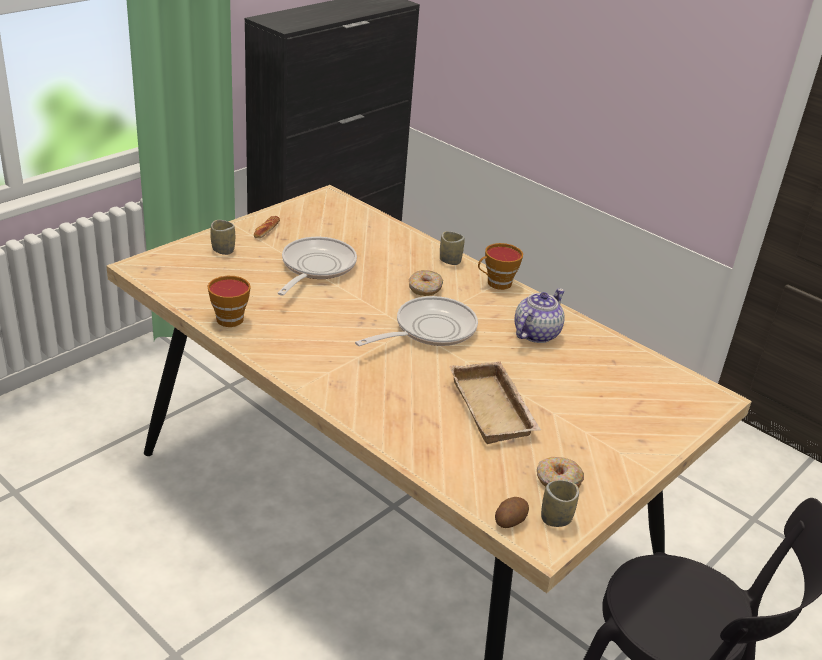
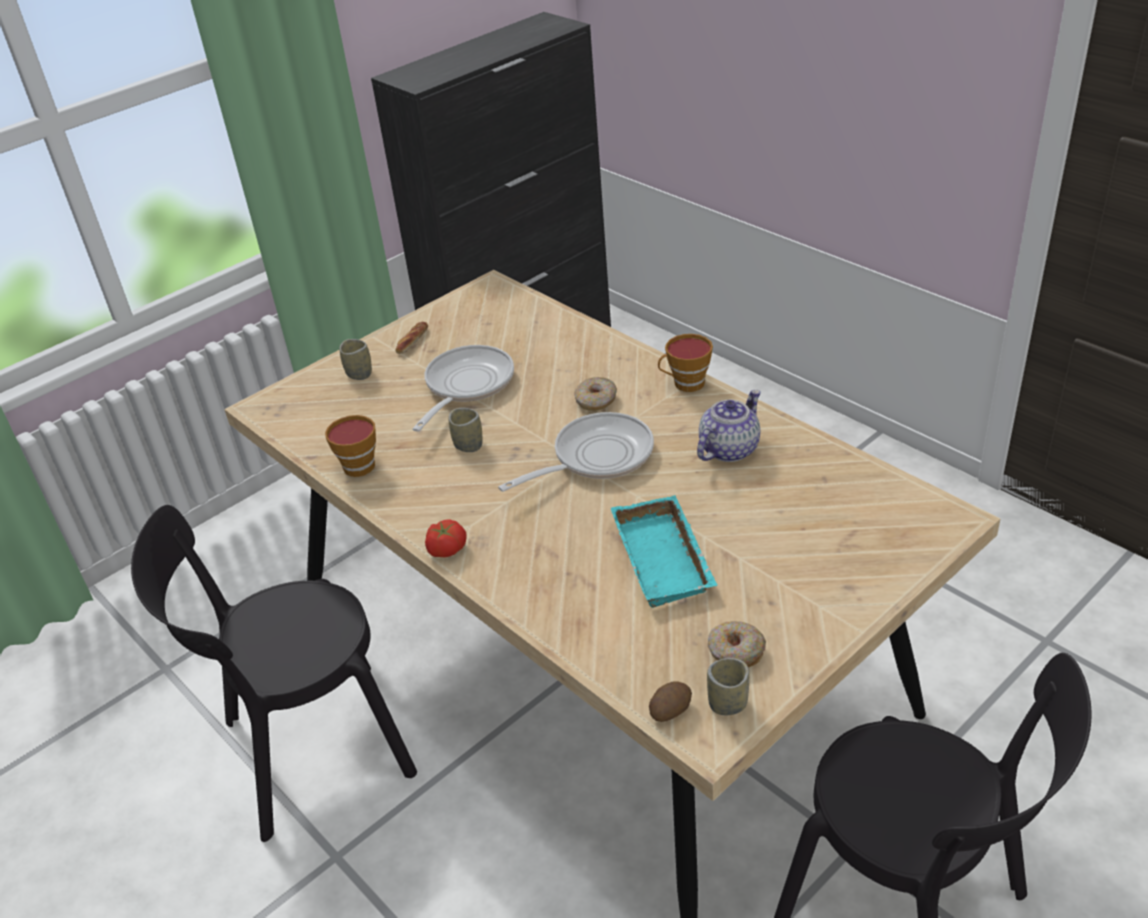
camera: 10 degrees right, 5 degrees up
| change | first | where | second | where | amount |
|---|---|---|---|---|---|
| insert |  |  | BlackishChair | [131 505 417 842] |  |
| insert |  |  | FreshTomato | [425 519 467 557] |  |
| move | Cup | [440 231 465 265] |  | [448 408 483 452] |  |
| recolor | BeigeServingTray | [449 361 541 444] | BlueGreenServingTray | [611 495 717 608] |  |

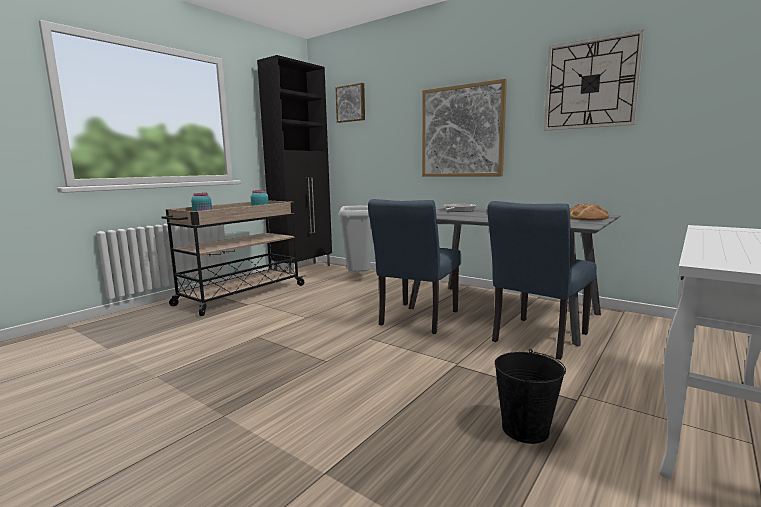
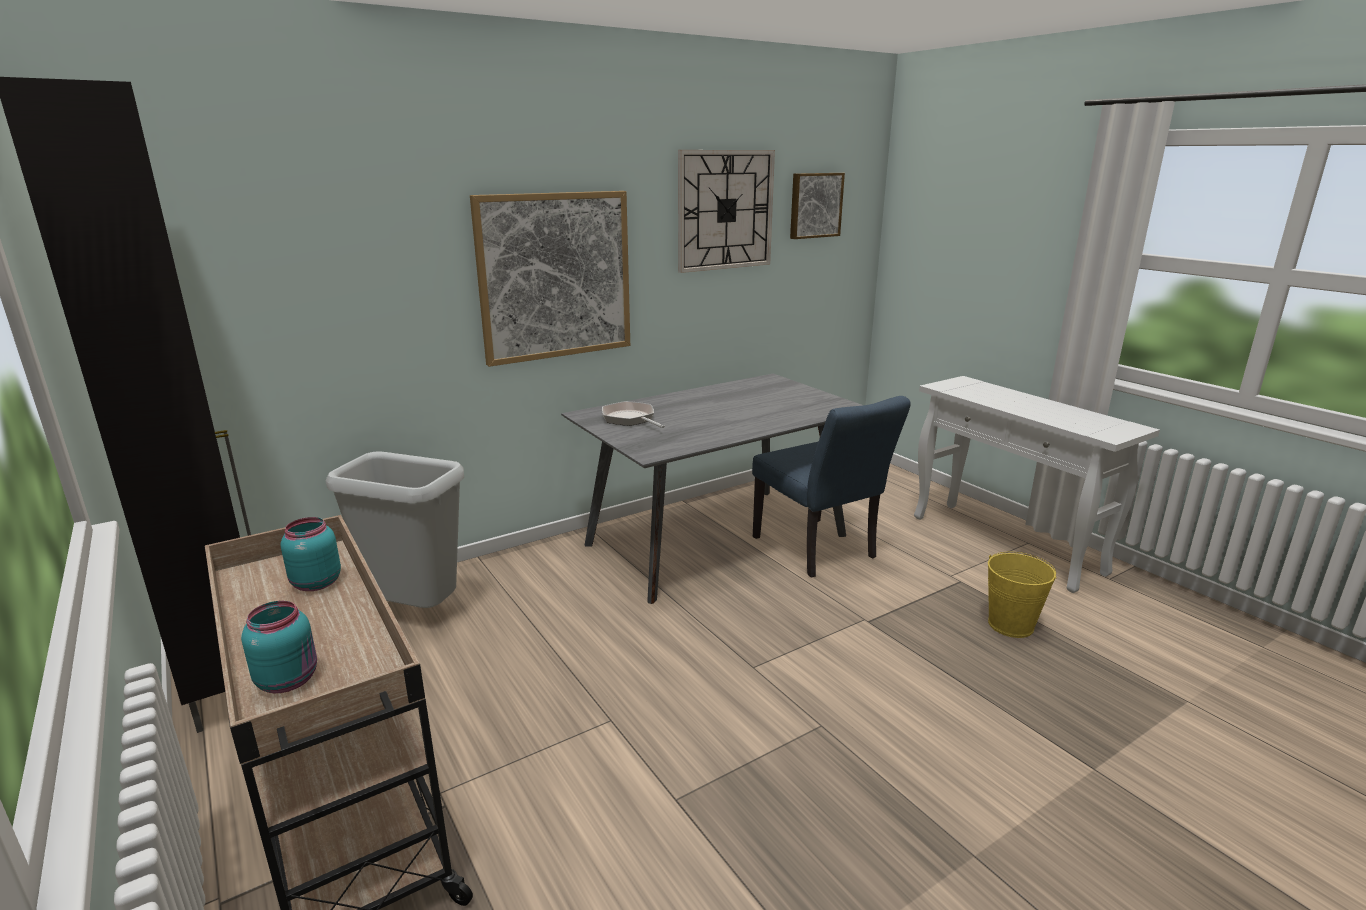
camera: 70 degrees left, 10 degrees up
| change | first | where | second | where | amount |
|---|---|---|---|---|---|
| delete | BlueChair | [368 199 461 334] |  |  |  |
| delete | BakeryBread | [570 203 609 220] |  |  |  |
| move | WallArt | [335 83 365 123] |  | [790 173 845 239] |  |
| recolor | BlackishBucket | [495 349 566 444] | YellowBucket | [988 552 1056 638] |  |

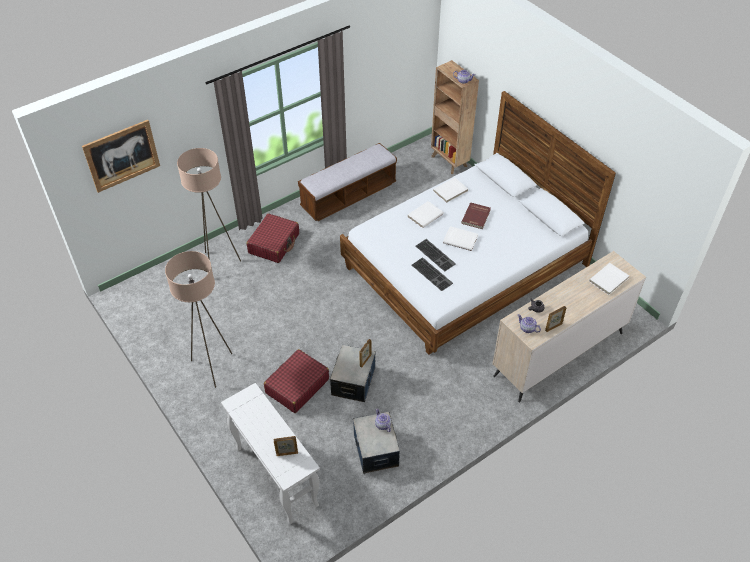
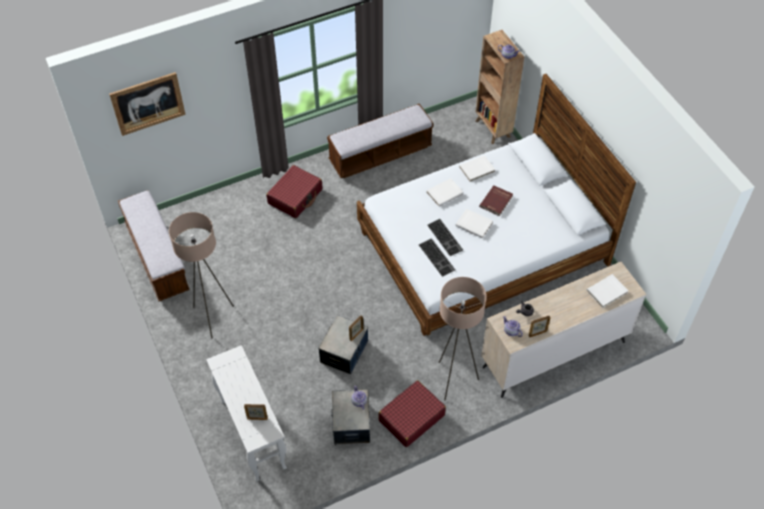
camera: 10 degrees right, 5 degrees up
| change | first | where | second | where | amount |
|---|---|---|---|---|---|
| insert |  |  | LongSeat | [118 190 190 301] |  |
| move | BeigeStandingLamp | [177 148 241 262] |  | [439 277 487 400] |  |
| move | RedTravelCase | [264 349 329 413] |  | [378 380 446 447] |  |

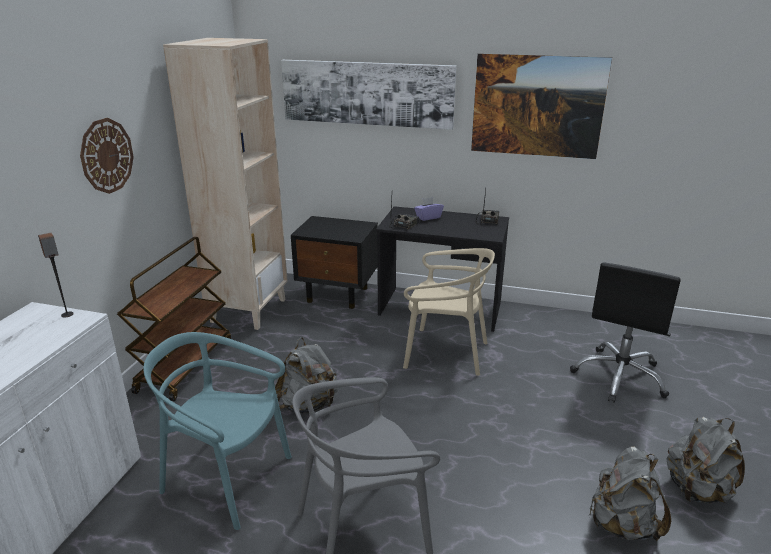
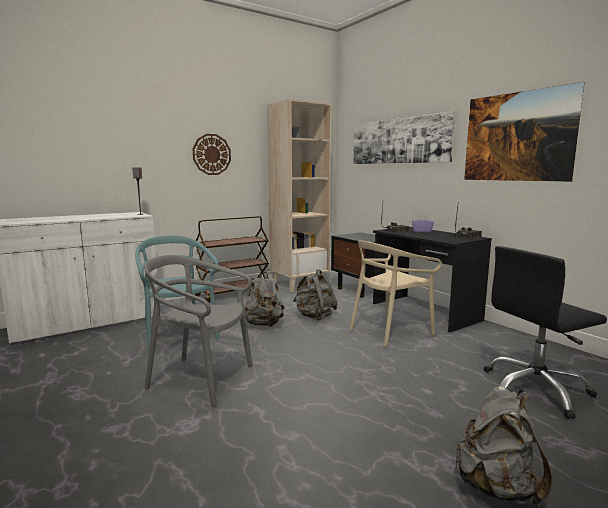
camera: 40 degrees right, 15 degrees down
| change | first | where | second | where | amount |
|---|---|---|---|---|---|
| move | GreyishRucksack | [588 446 671 541] |  | [293 269 338 321] |  |
| rotate | BeigeChair | [403 248 495 376] |  | [350 240 442 347] | 90 degrees clockwise |

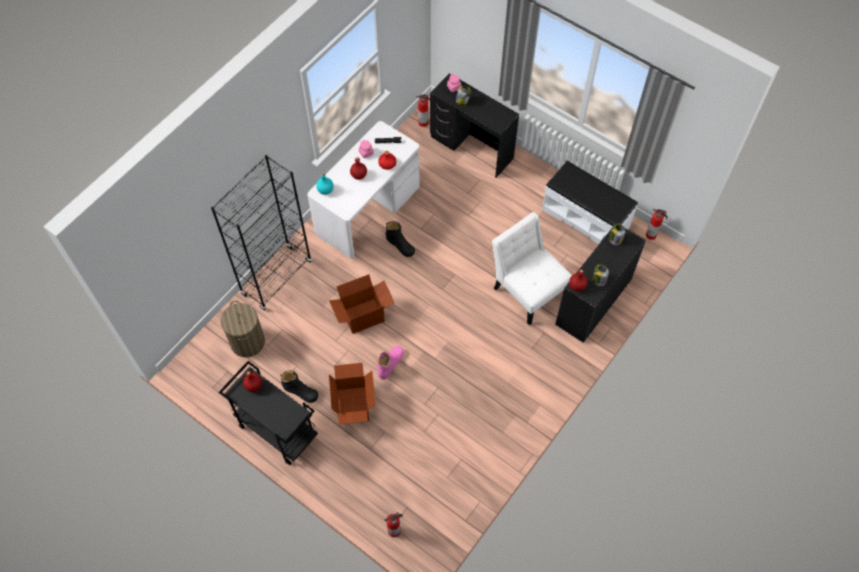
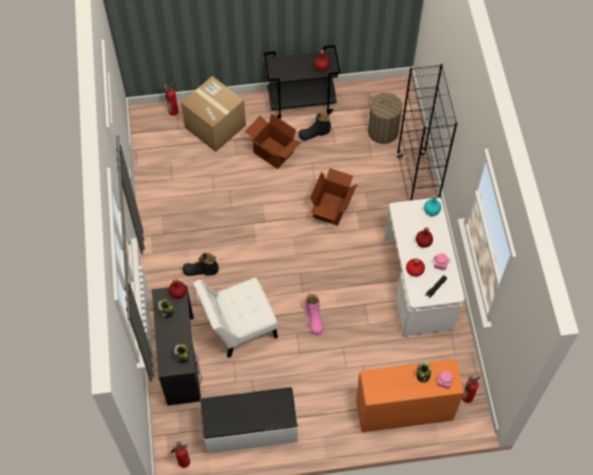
camera: 135 degrees right, 0 degrees up
| change | first | where | second | where | amount |
|---|---|---|---|---|---|
| insert |  |  | PackingBox | [181 76 246 152] |  |
| move | PinkColouredTallBoot | [377 346 404 380] |  | [305 293 324 335] |  |
| move | BlackishTallBoot | [386 221 415 257] |  | [182 253 219 276] |  |
| recolor | BlackishDeskTable | [430 73 519 178] | OrangeDeskTable | [356 359 464 432] |  |
| rotate | WhiteChair | [492 212 572 325] |  | [193 278 278 358] | 150 degrees clockwise |

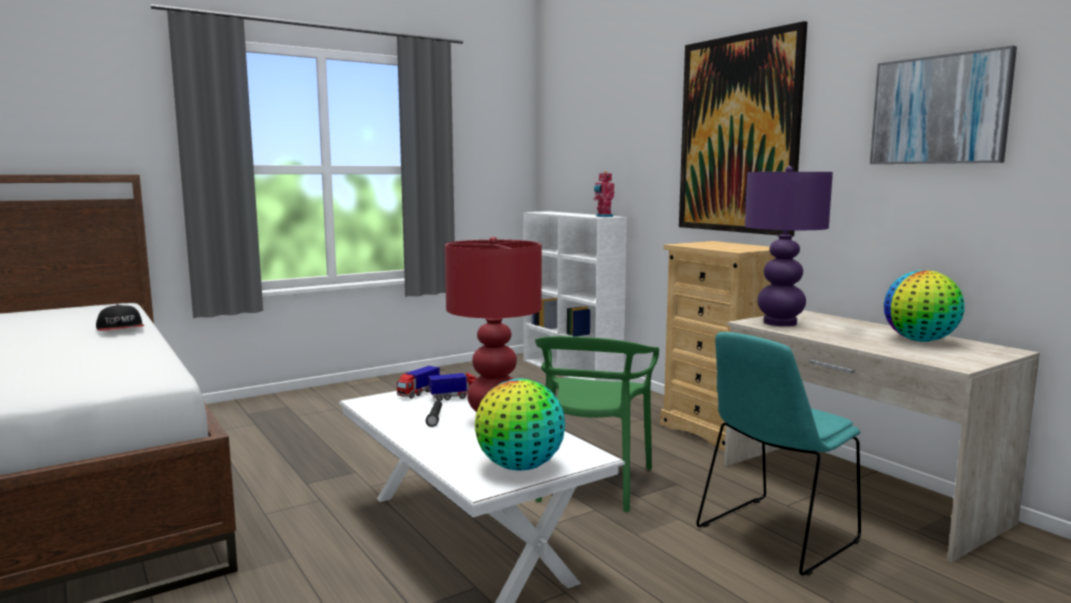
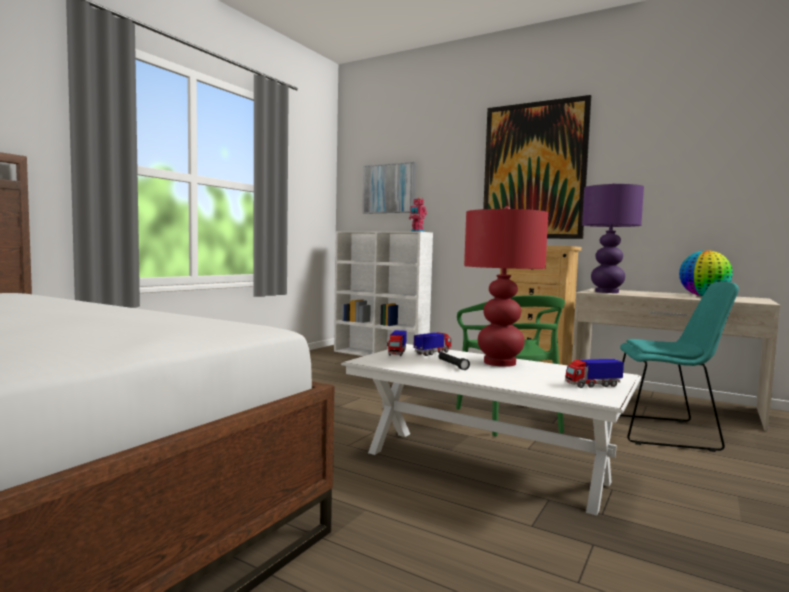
camera: 25 degrees left, 5 degrees down
| change | first | where | second | where | amount |
|---|---|---|---|---|---|
| delete | BaseballCap | [96 305 145 331] |  |  |  |
| move | WallArt | [870 46 1017 164] |  | [362 162 416 214] |  |
| replace | DeskGlobe | [475 379 565 470] | ToyTruck | [565 359 624 388] |  |
| rotate | BlueGreenChair | [696 332 861 576] |  | [619 281 739 452] | 105 degrees counterclockwise |

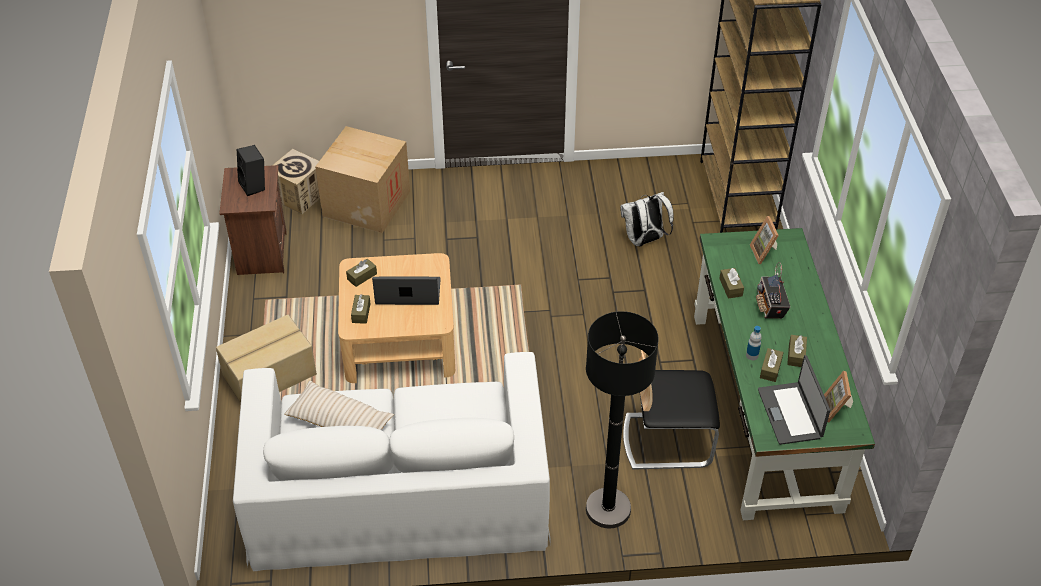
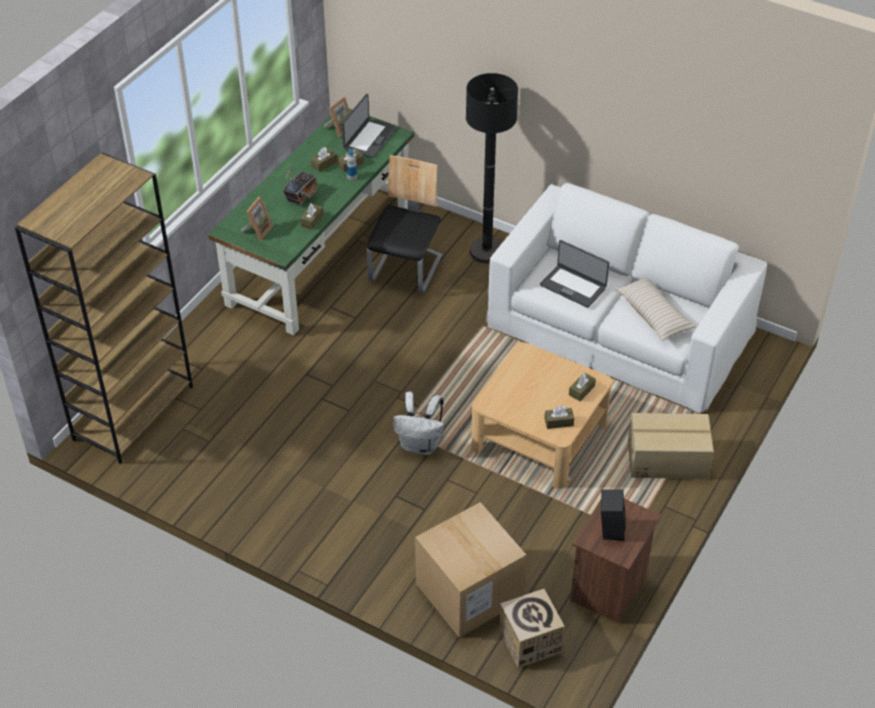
camera: 145 degrees left, 0 degrees up
| change | first | where | second | where | amount |
|---|---|---|---|---|---|
| move | NotebookComputer | [372 276 441 305] |  | [540 240 609 308] |  |
| move | WhiteRucksack | [621 192 674 247] |  | [393 392 444 455] |  |
| rotate | Chair | [623 350 720 470] |  | [367 155 443 293] | 105 degrees counterclockwise |

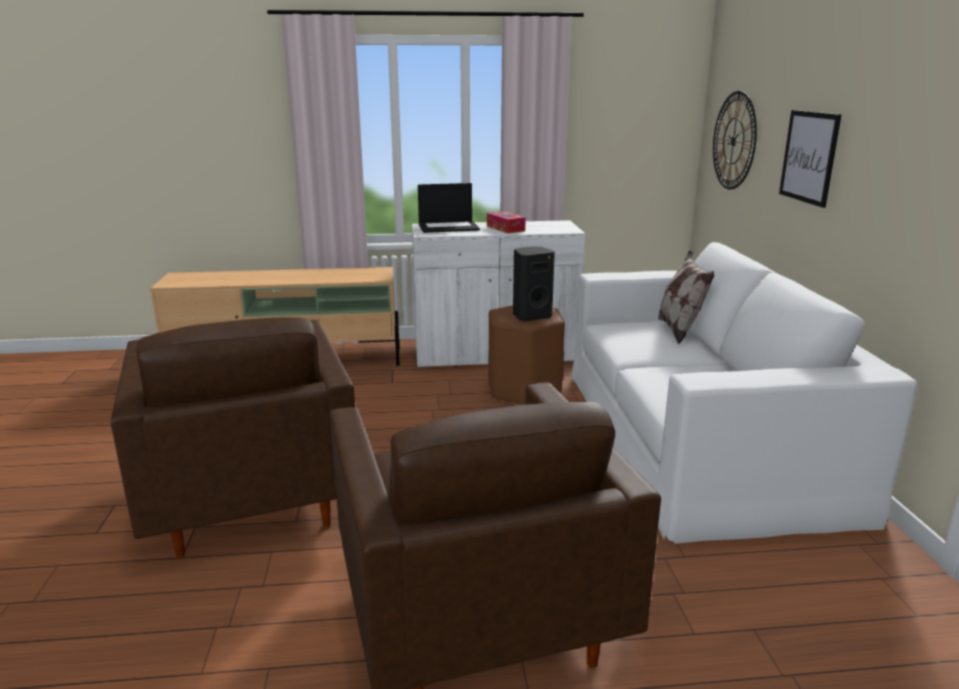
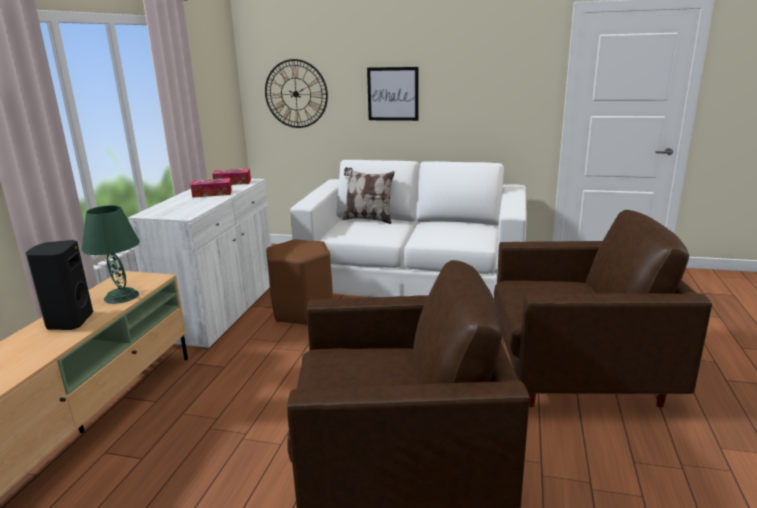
camera: 70 degrees left, 0 degrees up
| change | first | where | second | where | amount |
|---|---|---|---|---|---|
| delete | NotebookComputer | [418 183 480 233] |  |  |  |
| insert |  |  | GreenishTableLamp | [81 205 140 304] |  |
| insert |  |  | TissueHolder | [212 169 251 185] |  |
| move | BlackishLoudspeaker | [513 246 555 322] |  | [26 240 93 330] |  |

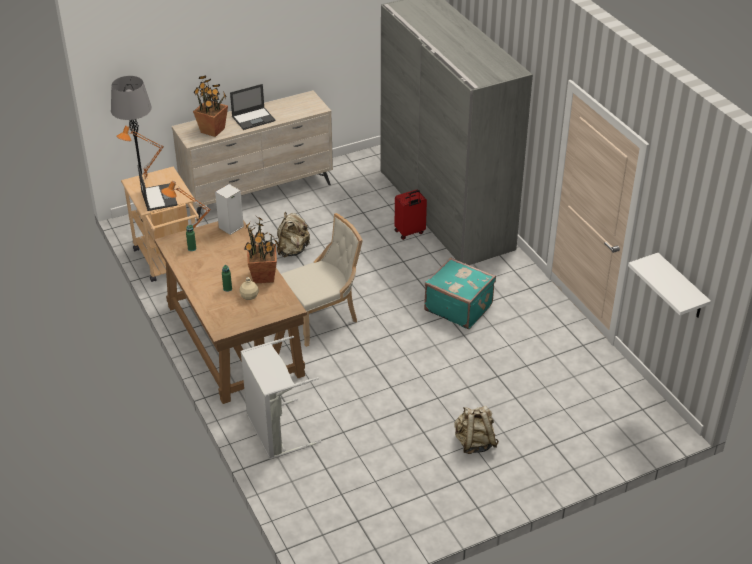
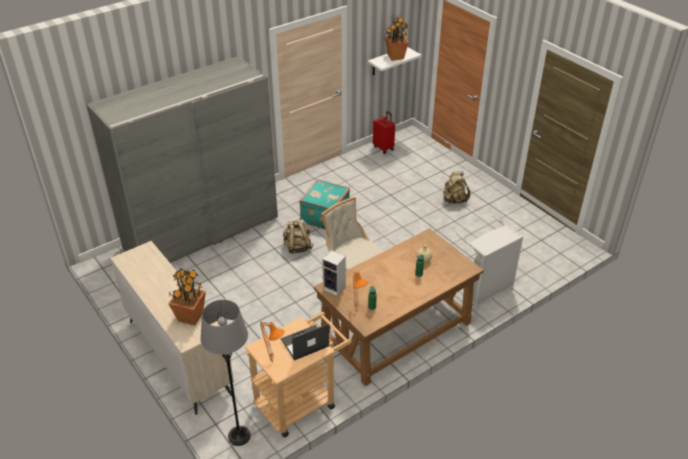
camera: 100 degrees left, 0 degrees up
| change | first | where | second | where | amount |
|---|---|---|---|---|---|
| delete | NotebookComputer | [230 84 275 130] |  |  |  |
| move | PottedPlant | [244 216 279 283] |  | [385 15 409 61] |  |
| move | BeigeRucksack | [277 212 310 257] |  | [283 219 313 254] |  |
| move | RedTravelCase | [395 190 427 240] |  | [373 111 395 154] |  |

